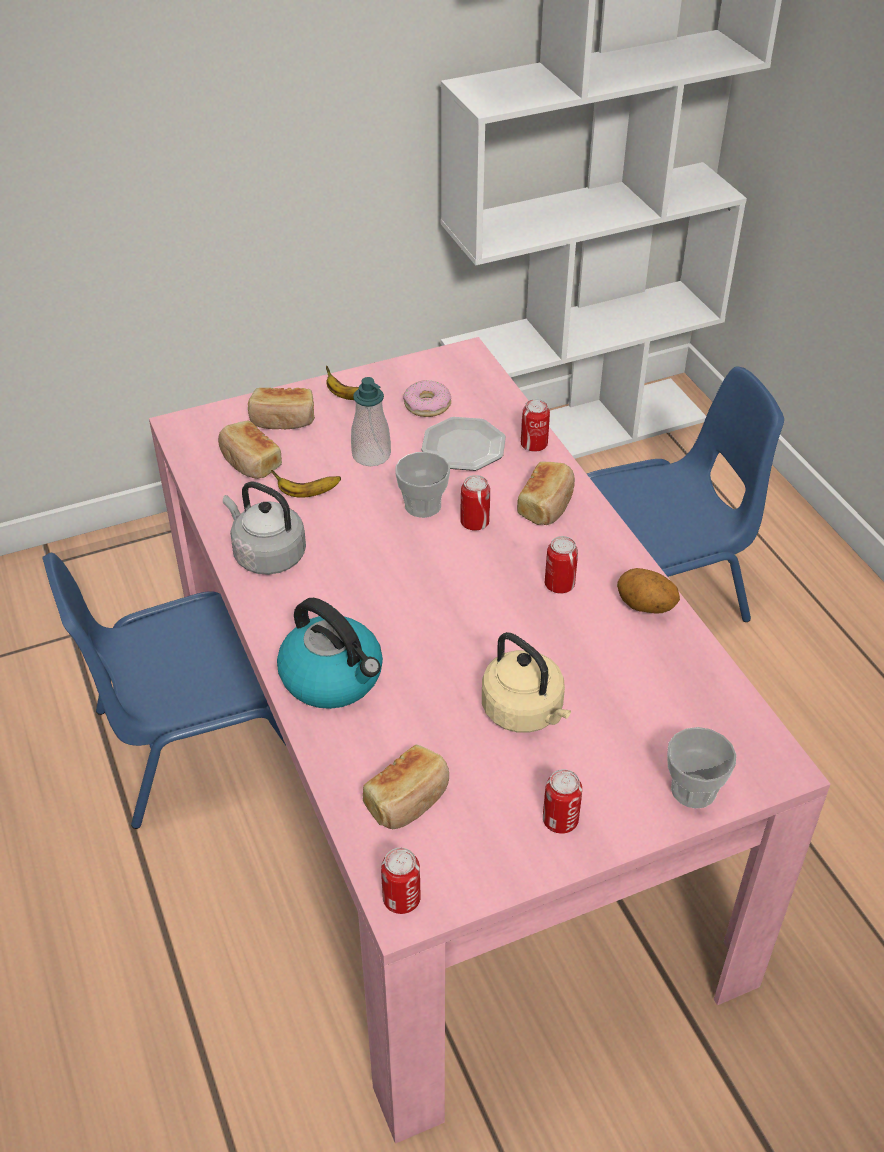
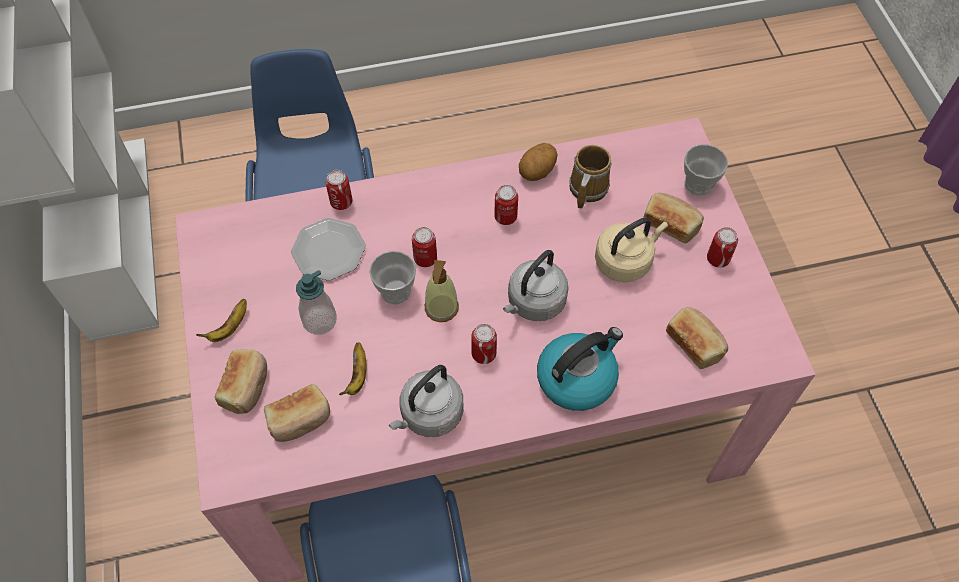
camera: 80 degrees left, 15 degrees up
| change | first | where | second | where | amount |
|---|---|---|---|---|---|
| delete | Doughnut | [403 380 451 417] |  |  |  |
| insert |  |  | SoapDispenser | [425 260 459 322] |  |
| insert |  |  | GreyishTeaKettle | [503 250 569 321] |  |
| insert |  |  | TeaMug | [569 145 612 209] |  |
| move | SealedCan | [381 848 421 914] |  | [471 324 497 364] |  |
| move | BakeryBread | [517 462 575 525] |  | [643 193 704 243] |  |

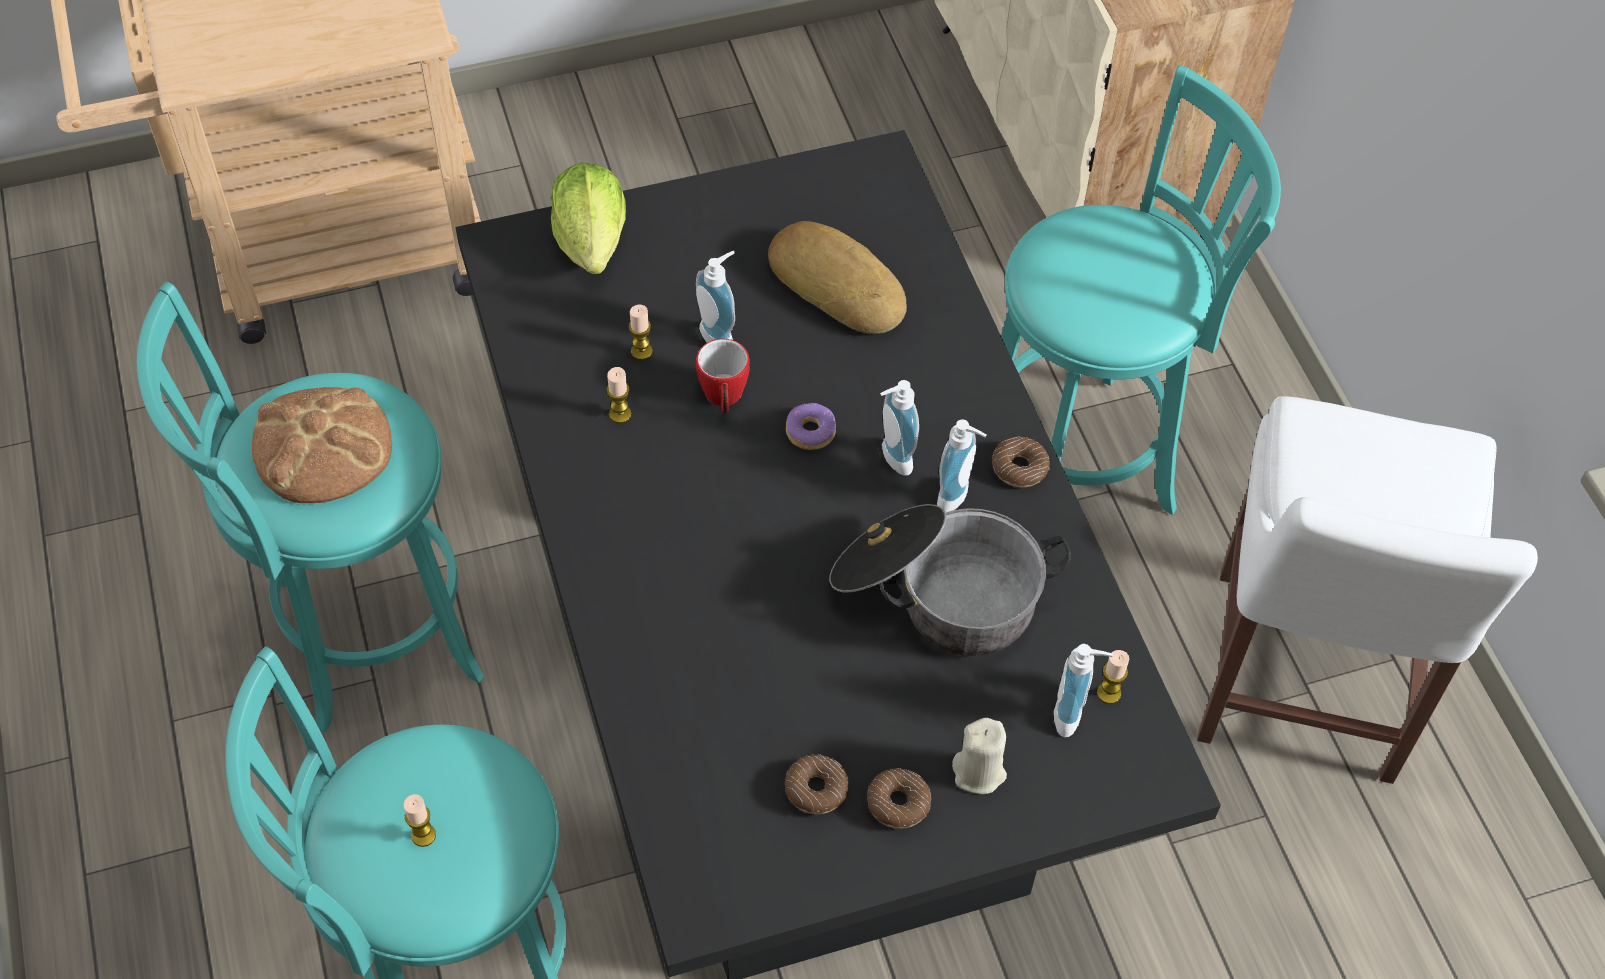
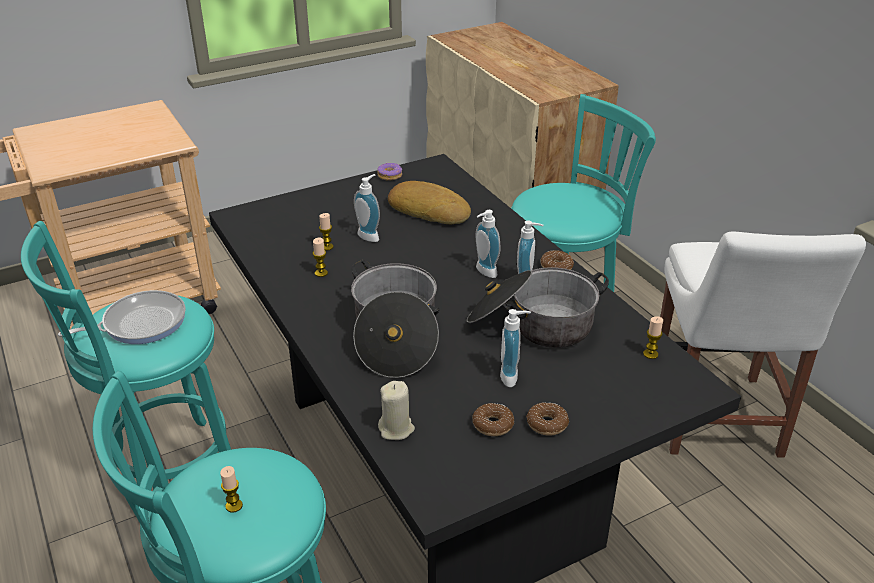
camera: 10 degrees left, 20 degrees down
| change | first | where | second | where | amount |
|---|---|---|---|---|---|
| delete | LettuceHead | [551 162 626 274] |  |  |  |
| delete | TeaMug | [696 339 750 413] |  |  |  |
| insert |  |  | Stockpot | [351 260 439 378] |  |
| move | Doughnut | [786 403 836 450] |  | [377 163 402 181] |  |
| move | BeigeCandle | [952 718 1007 794] |  | [378 381 415 440] |  |
| move | SoapDispenser | [1054 644 1113 737] |  | [500 309 531 387] |  |
| replace | BakeryBread | [252 387 392 503] | Skillet | [58 290 186 344] |  |

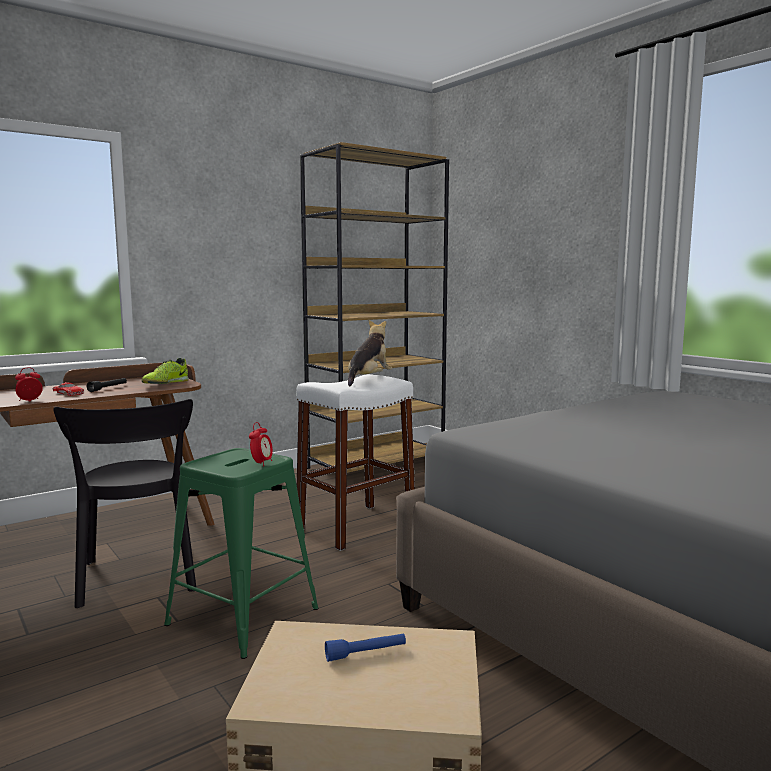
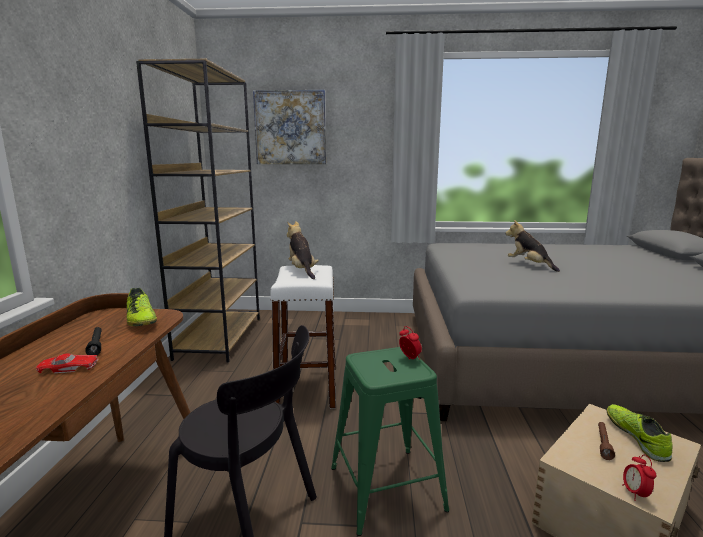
camera: 50 degrees left, 5 degrees up
| change | first | where | second | where | amount |
|---|---|---|---|---|---|
| insert |  |  | WallArt | [253 90 326 164] |  |
| insert |  |  | CuddlyToy | [505 220 560 272] |  |
| insert |  |  | ItemOfFootwear | [607 404 672 462] |  |
| move | AlarmClock | [15 368 43 401] |  | [622 454 656 501] |  |
| recolor | BlueFlashlight | [325 633 406 662] | BrownColouredFlashlight | [598 422 615 460] |  |

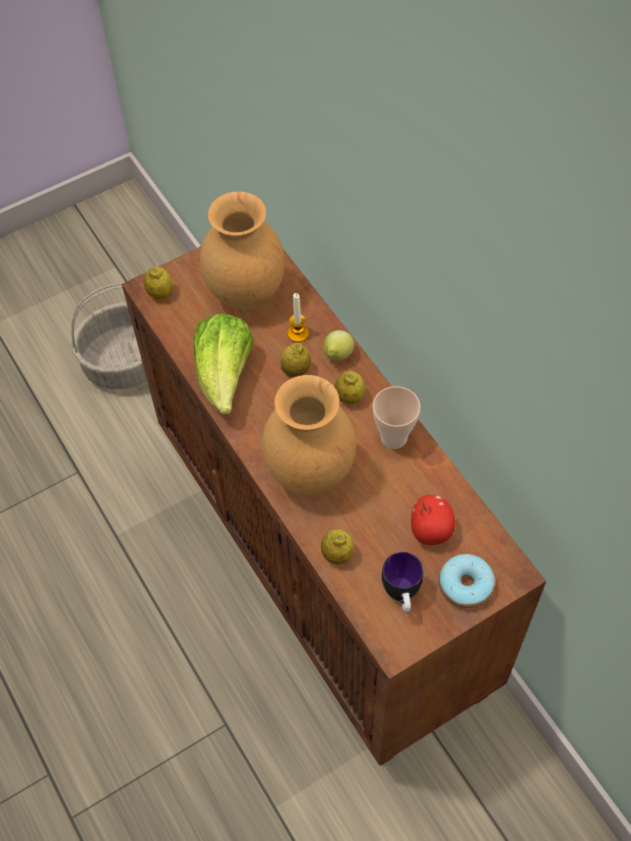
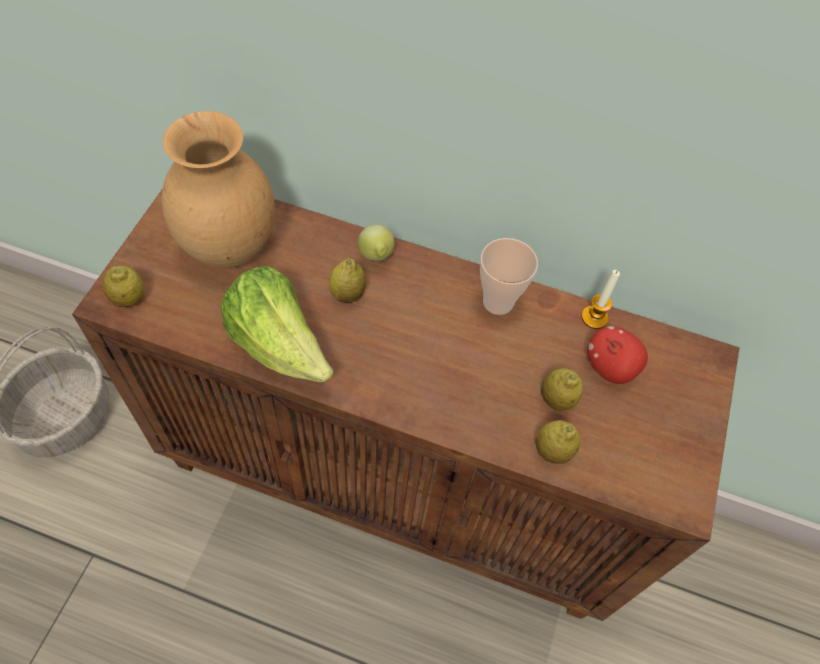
camera: 45 degrees left, 0 degrees up
| change | first | where | second | where | amount |
|---|---|---|---|---|---|
| delete | BrownColouredVase | [262 375 356 495] |  |  |  |
| delete | TeaMug | [382 552 423 613] |  |  |  |
| delete | Doughnut | [439 554 495 608] |  |  |  |
| move | Candle | [287 293 309 342] |  | [581 270 620 329] |  |
| move | Lemon | [335 371 365 404] |  | [541 368 583 411] |  |

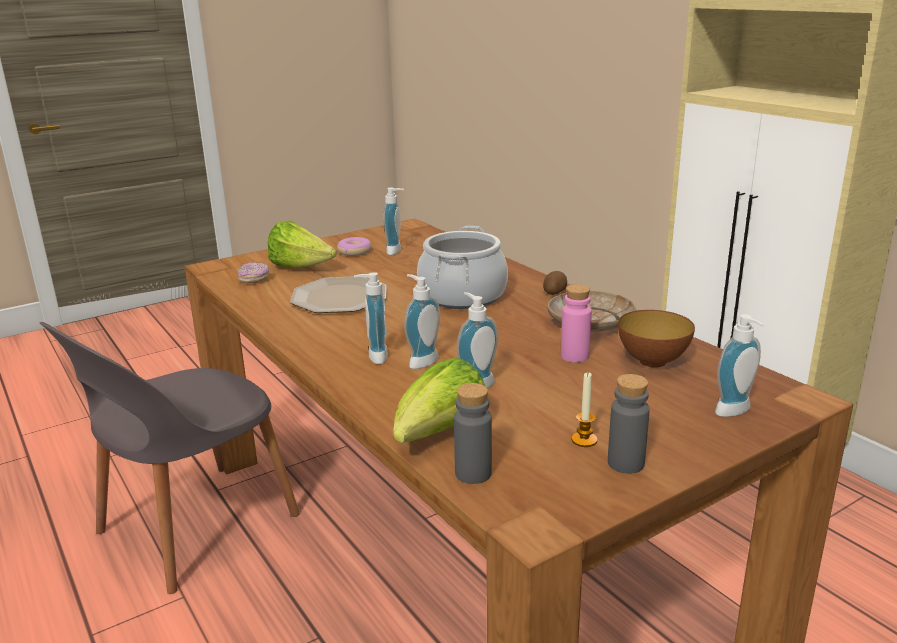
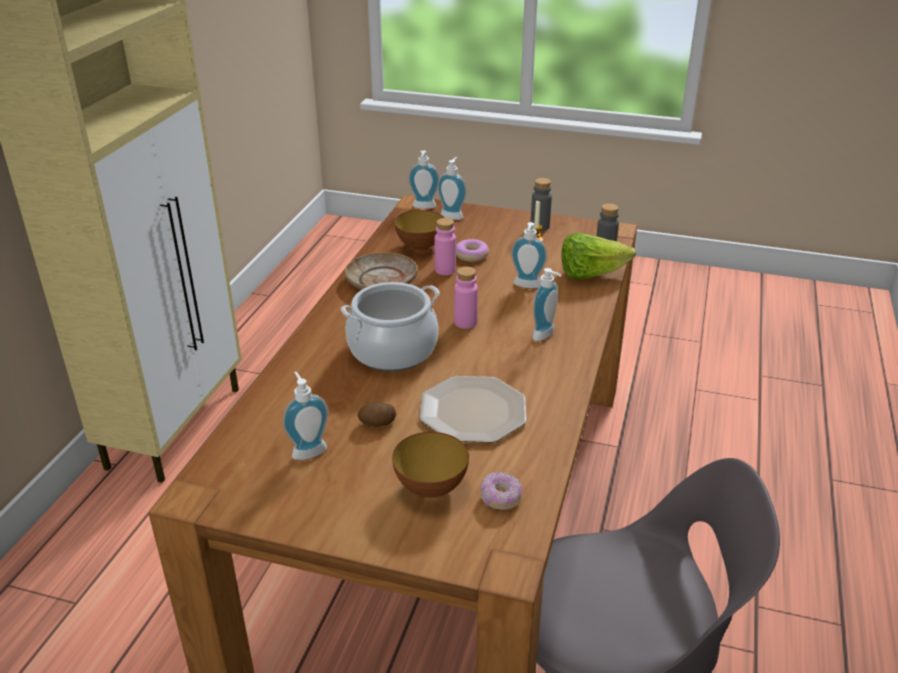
camera: 130 degrees left, 10 degrees up
| change | first | where | second | where | amount |
|---|---|---|---|---|---|
| insert |  |  | PinkColouredBottle | [454 266 478 329] |  |
| move | Doughnut | [337 237 372 256] |  | [456 239 489 262] |  |
| move | SoapDispenser | [404 274 440 369] |  | [408 151 439 209] |  |
| move | Potato | [543 271 567 295] |  | [358 402 396 427] |  |
| replace | LettuceHead | [268 221 337 268] | DeepDish | [392 432 469 498] |  |

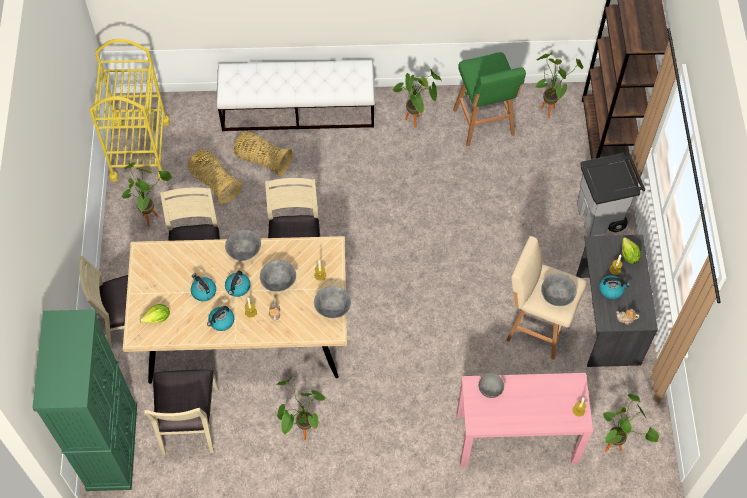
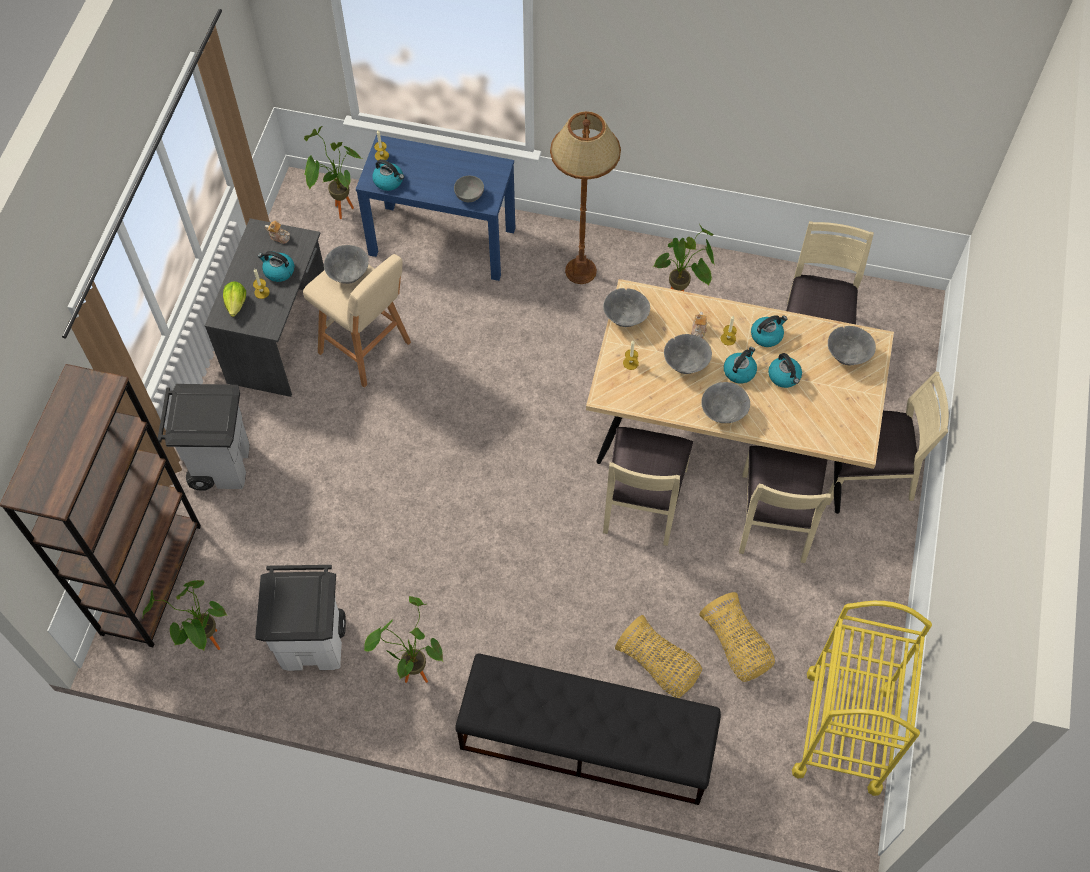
camera: 165 degrees left, 0 degrees up
| change | first | where | second | where | amount |
|---|---|---|---|---|---|
| delete | GreenishCupboard | [32 309 137 491] |  |  |  |
| delete | PottedPlant | [121 162 172 227] |  |  |  |
| insert |  |  | TeaKettle | [372 159 404 191] |  |
| insert |  |  | BrownColouredStandingLamp | [550 111 621 284] |  |
| replace | LettuceHead | [140 304 170 324] | GreyishDeepDish | [828 326 876 365] |  |
| replace | GreenishSittingStool | [453 52 526 147] | WhiteWasteBin | [255 565 346 671] |  |
| recolor | WhiteLongSeat | [216 60 375 131] | BlackishLongSeat | [455 653 721 805] |  |
| recolor | PinkColouredHallTable | [457 373 593 467] | BlueHallTable | [356 135 515 281] |  |

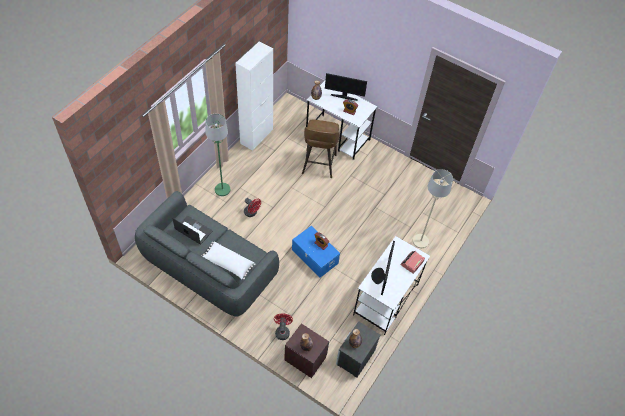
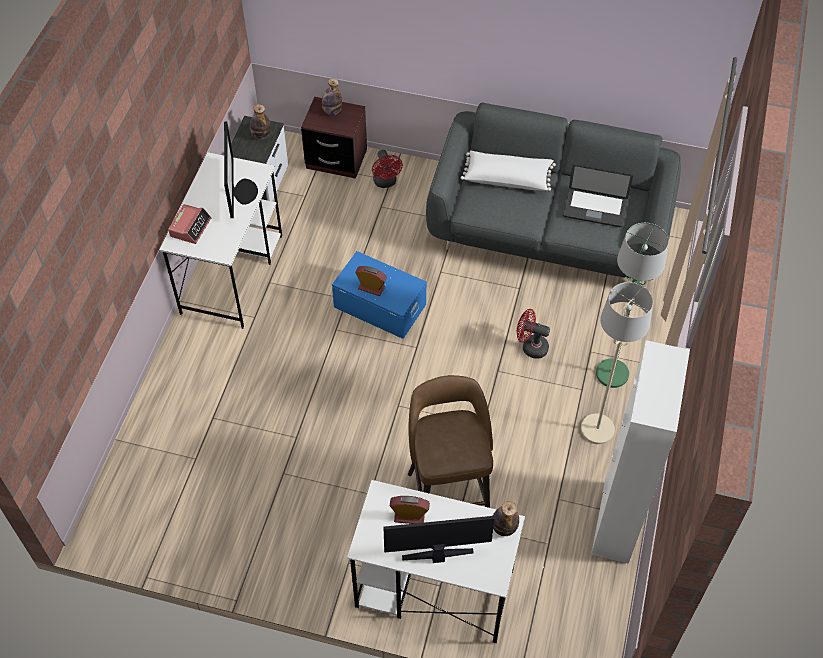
camera: 165 degrees right, 0 degrees up
| change | first | where | second | where | amount |
|---|---|---|---|---|---|
| move | BeigeStandingLamp | [413 169 453 248] |  | [581 282 653 444] |  |

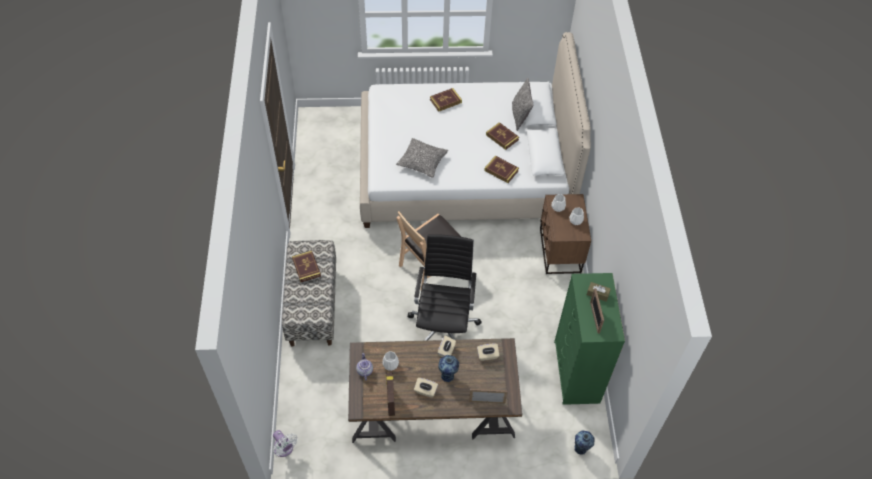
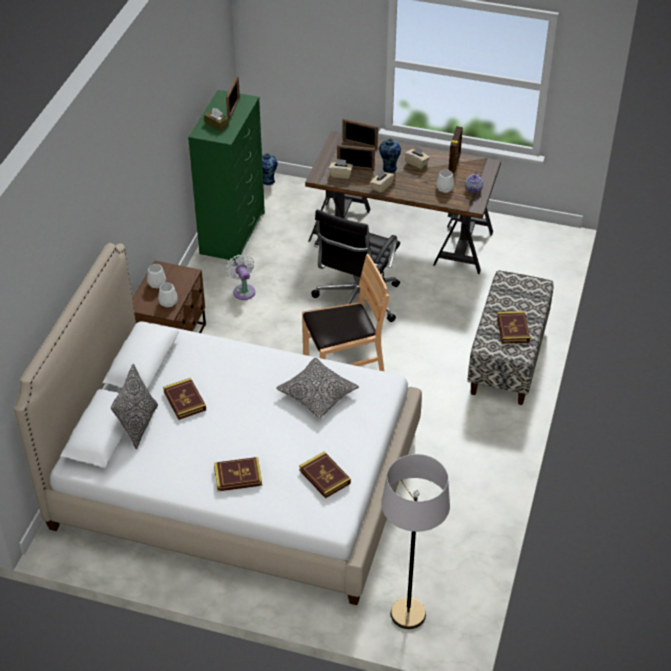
camera: 160 degrees left, 10 degrees down
| change | first | where | second | where | amount |
|---|---|---|---|---|---|
| insert |  |  | PictureFrame | [337 145 375 171] |  |
| insert |  |  | GreyishStandingLamp | [381 454 450 629] |  |
| move | WhiteFan | [273 430 298 457] |  | [225 254 255 300] |  |
| move | BoundBook | [484 156 519 183] |  | [299 452 351 499] |  |

